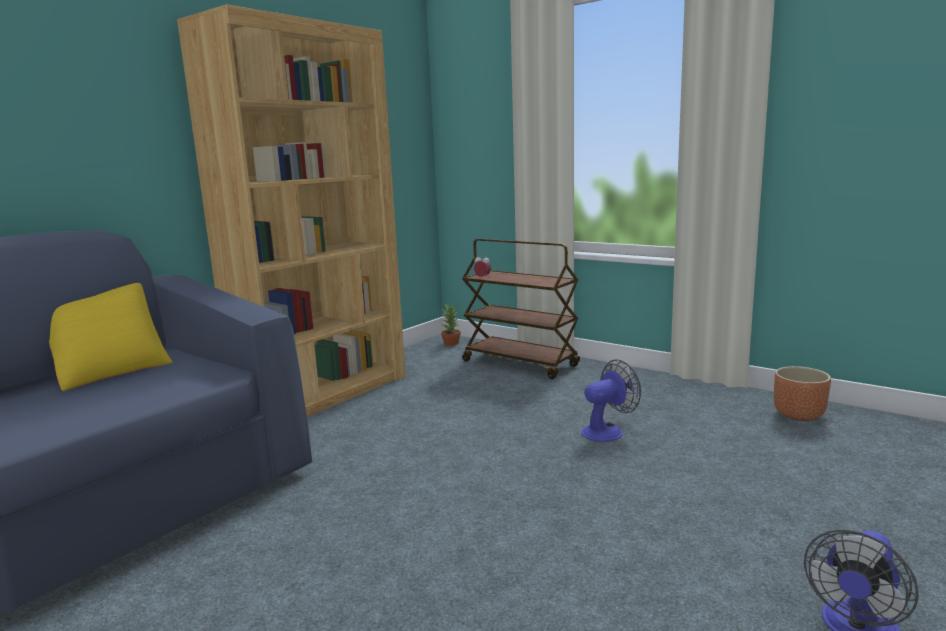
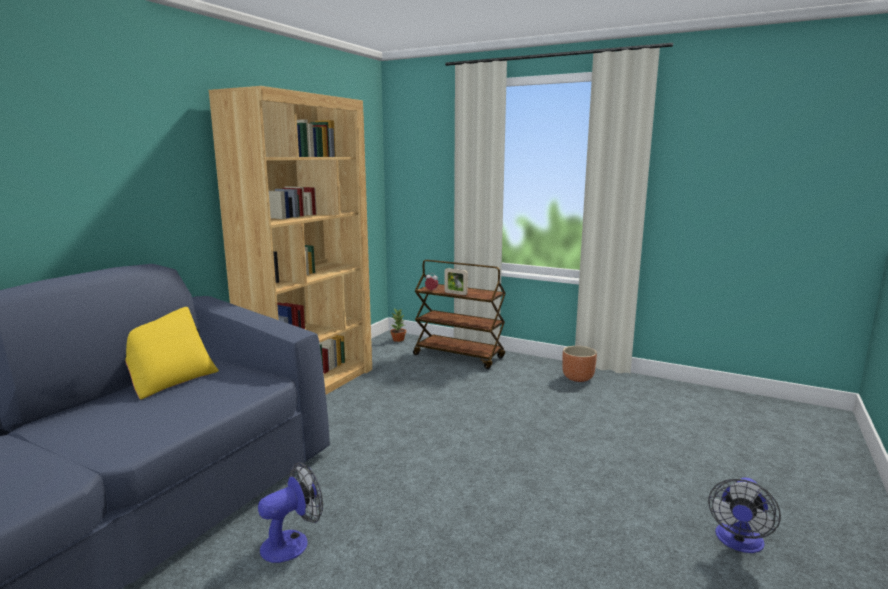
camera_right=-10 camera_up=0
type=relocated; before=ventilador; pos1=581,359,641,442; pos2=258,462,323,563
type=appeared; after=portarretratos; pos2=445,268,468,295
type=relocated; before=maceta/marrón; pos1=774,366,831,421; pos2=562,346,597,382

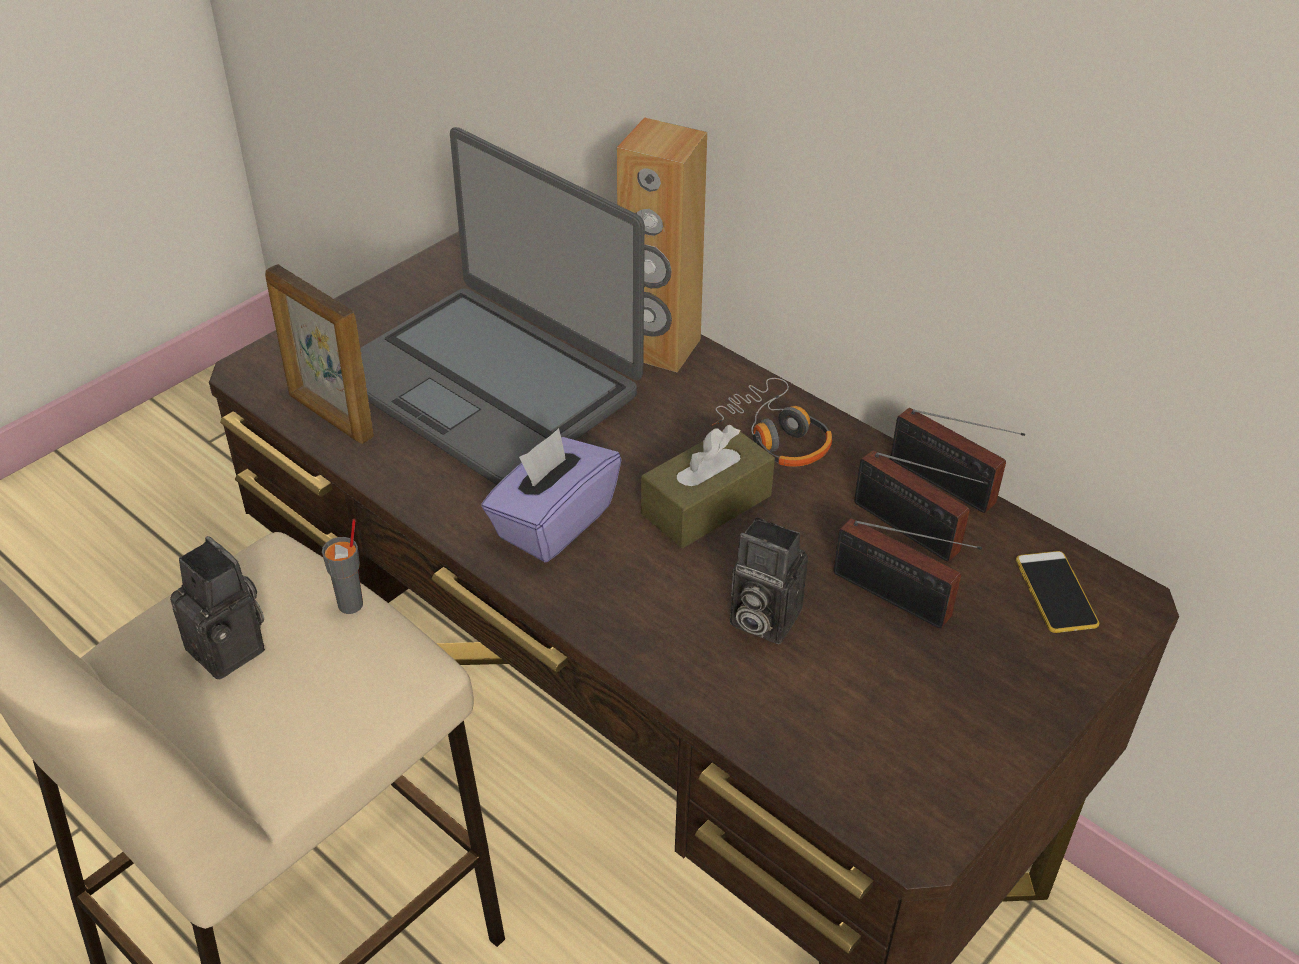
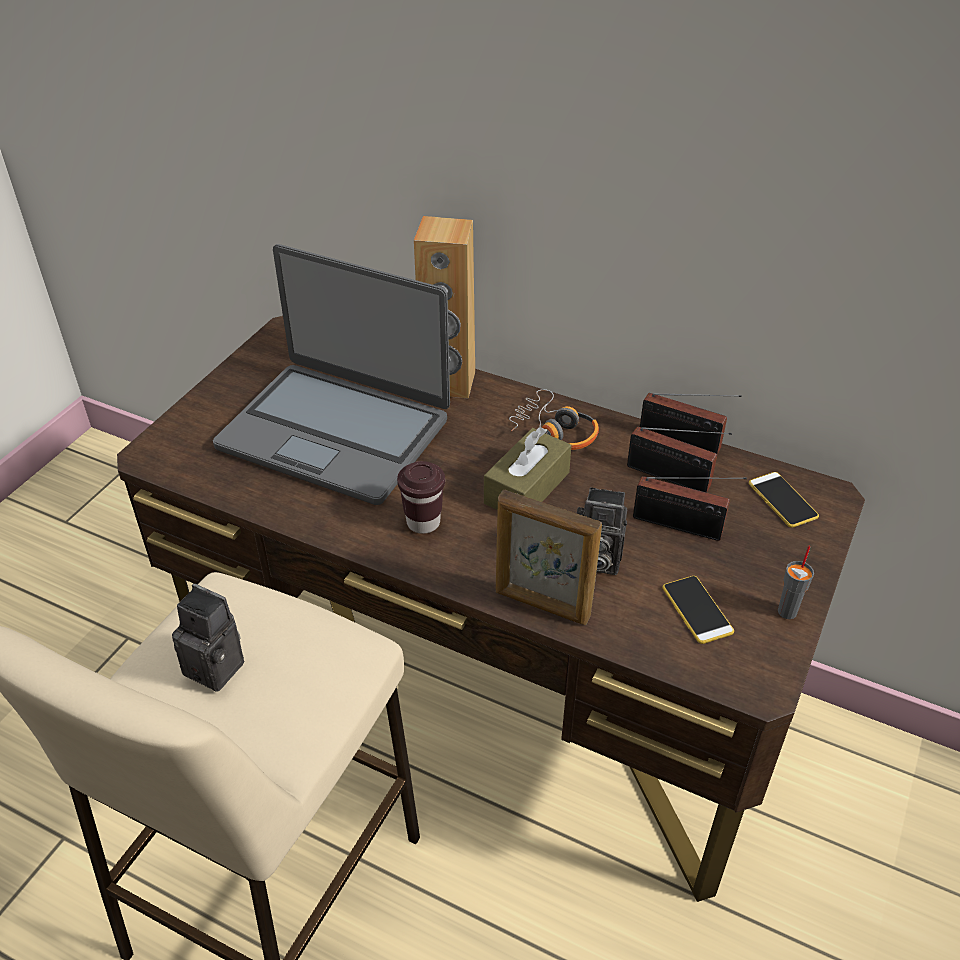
camera_right=-15 camera_up=0
type=exchanged; before=caja de pañuelos/morado; after=taza/marrón; pos1=481,428,621,562; pos2=397,461,445,534
type=relocated; before=portarretratos; pos1=265,264,374,444; pos2=496,489,602,625
type=appeared; after=móvil; pos2=663,576,734,644
type=relocated; before=taza/gris; pos1=322,519,363,614; pos2=778,545,814,619

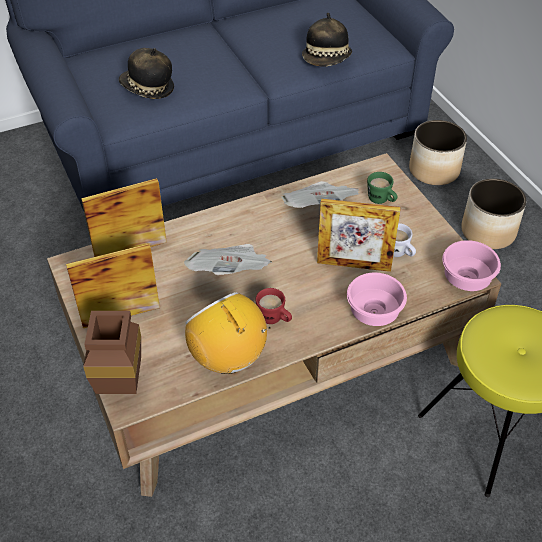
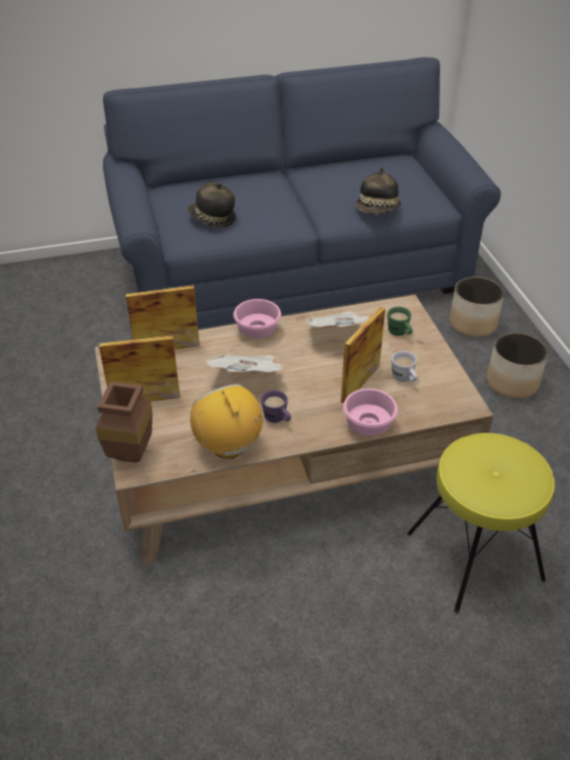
camera_right=10 camera_up=-5
type=relocated; before=cuenco/rosa; pos1=442,240,501,291; pos2=233,299,281,338
type=colour; before=taza grande/rojo; after=taza grande/morado; pos1=256,288,292,324; pos2=261,390,291,423
type=spun; before=portarretratos; pos1=317,199,401,272; pos2=341,307,385,404; turn=105

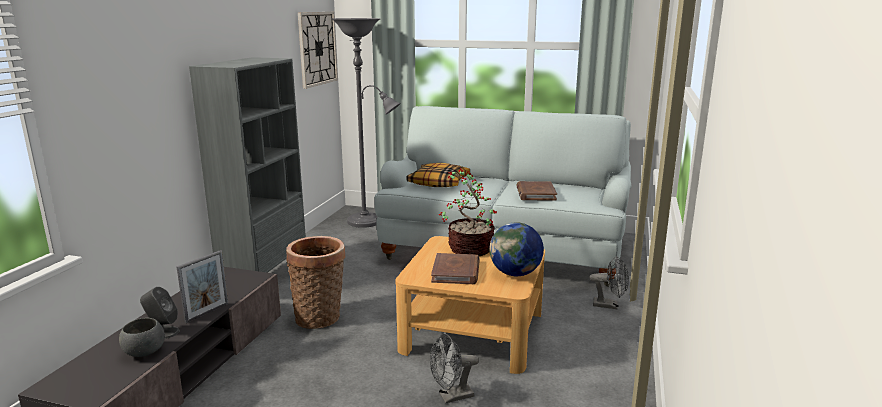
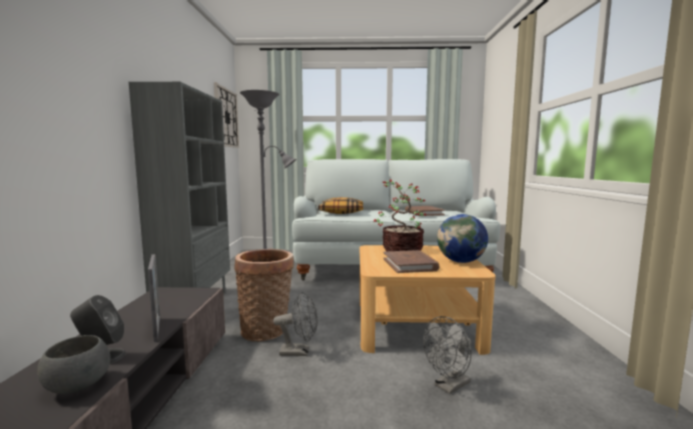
camera_right=-15 camera_up=-10
type=spun; before=portarretratos; pos1=177,250,228,323; pos2=148,254,160,342; turn=-45
type=relocated; before=ventilador/gris; pos1=590,256,629,309; pos2=273,292,318,356

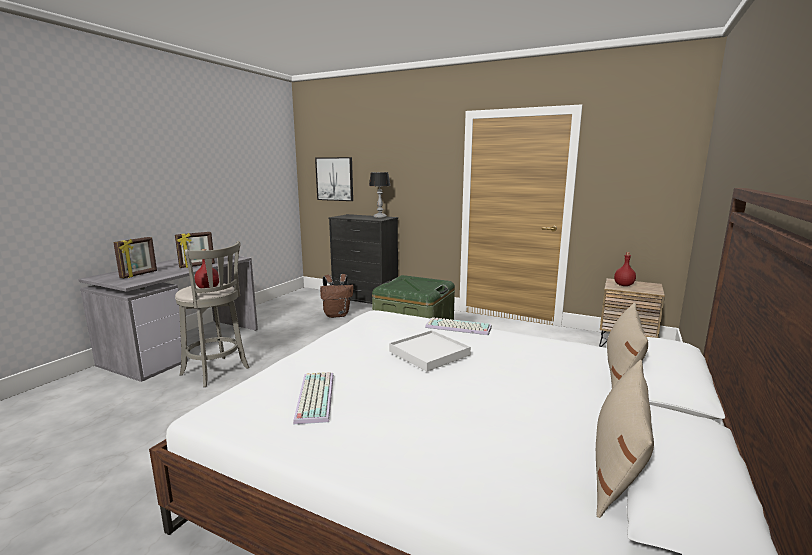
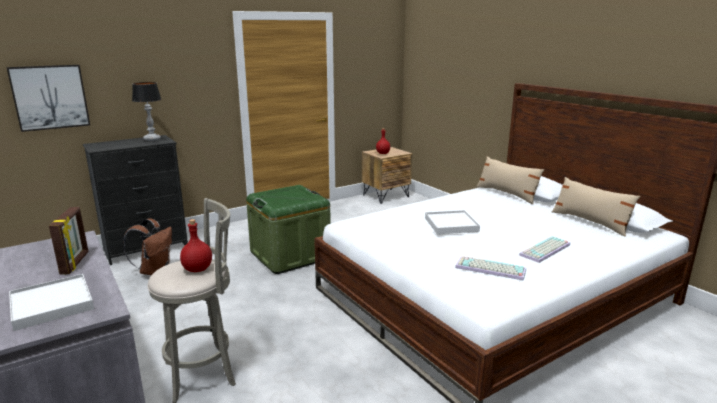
camera_right=-60 camera_up=5
type=exchanged; before=portarretratos; after=bandeja/blanco; pos1=113,237,157,278; pos2=9,274,94,331
type=relocated; before=teclado; pos1=425,317,492,335; pos2=519,236,570,263

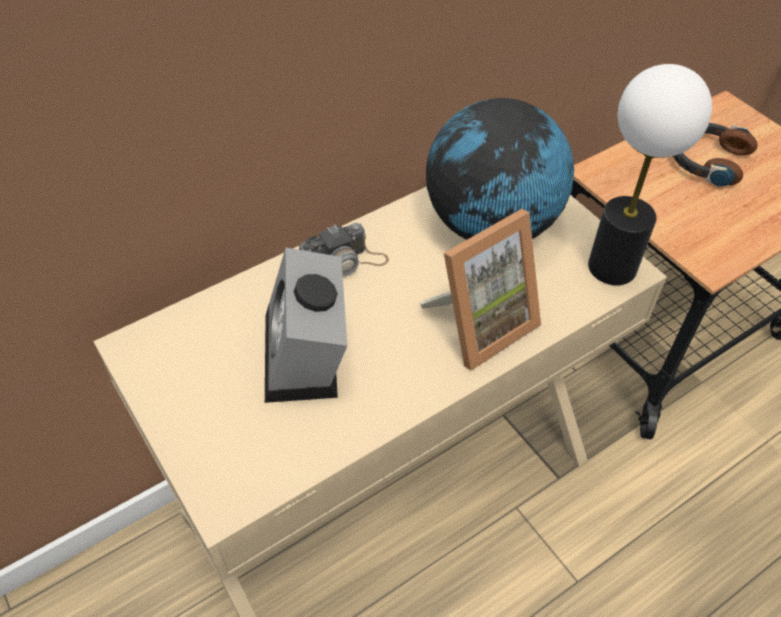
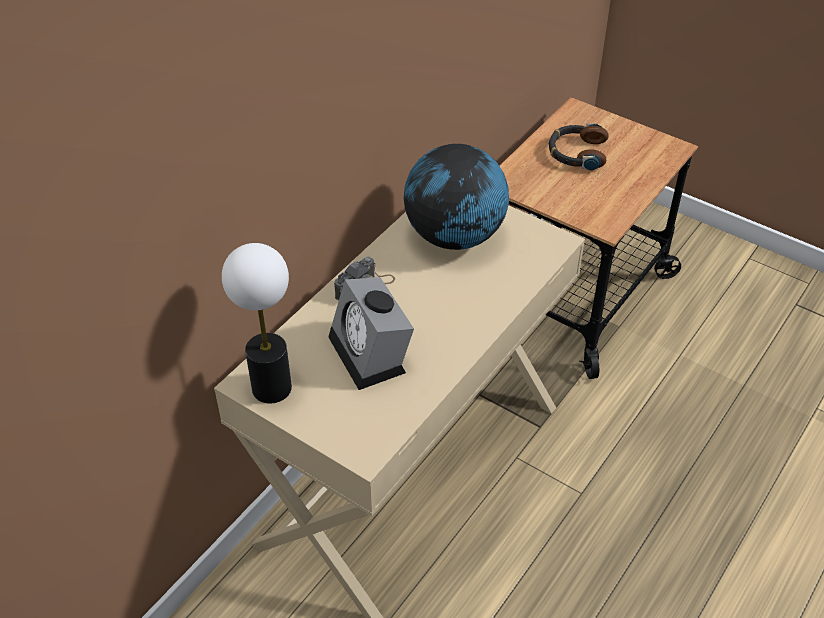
camera_right=-20 camera_up=-5
type=relocated; before=lámpara de mesa; pos1=588,64,712,285; pos2=222,243,292,403
type=missing; before=portarretratos; pos1=420,209,541,370

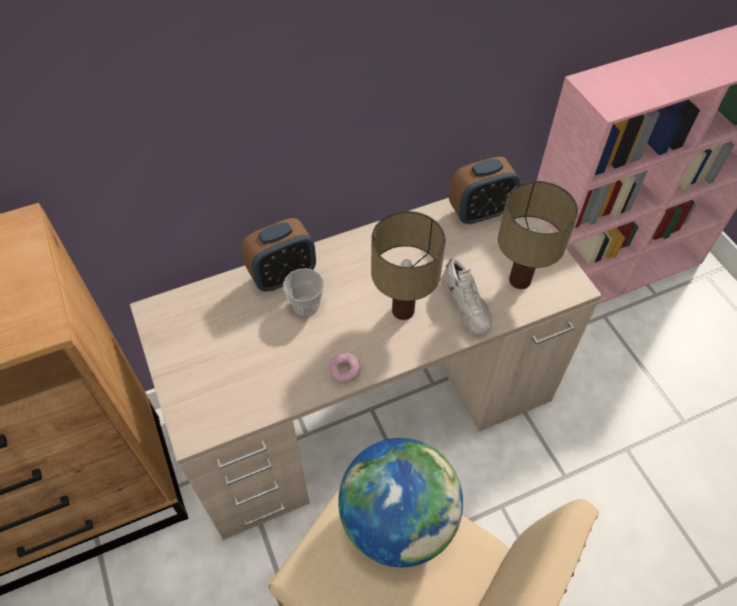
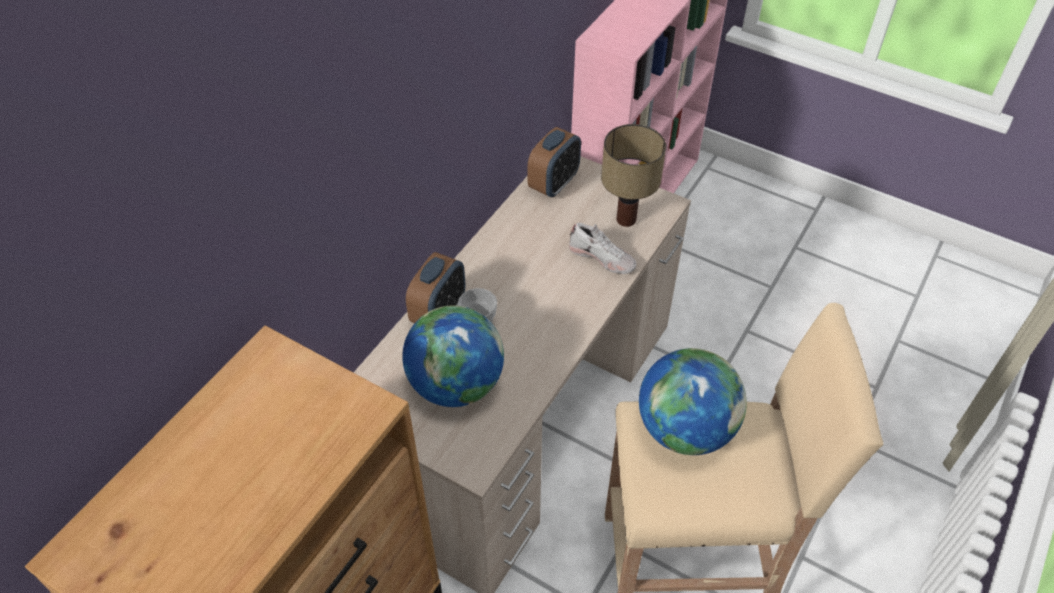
camera_right=-35 camera_up=-5
type=appeared; after=globo terráqueo; pos2=402,305,504,407
type=missing; before=rosquilla; pos1=329,352,361,383
type=missing; before=lámpara de mesa; pos1=371,211,446,320

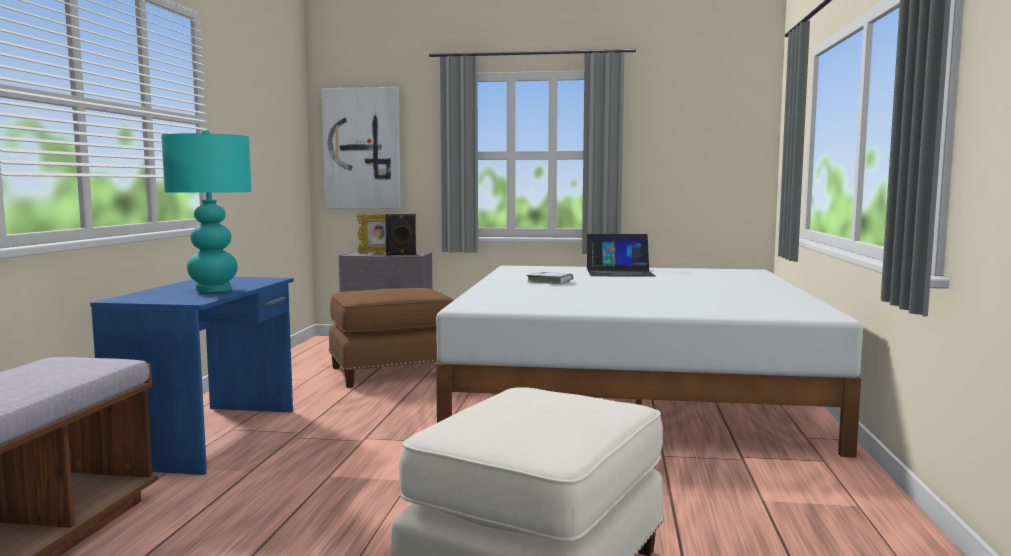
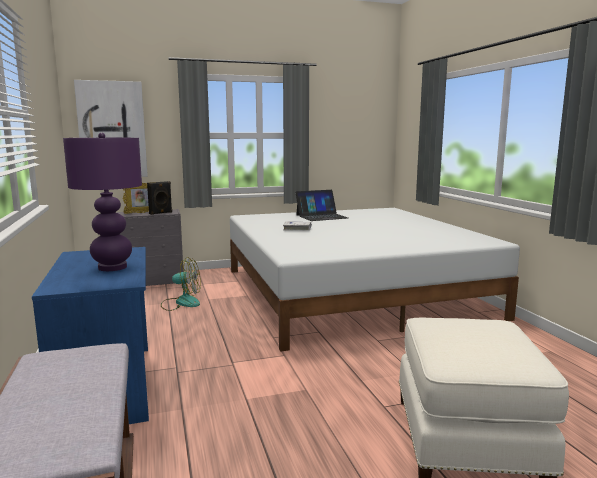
camera_right=-25 camera_up=5
type=colour; before=lámpara de mesa/turquesa; after=lámpara de mesa/morado; pos1=161,130,251,292; pos2=63,132,142,271
type=exchanged; before=puf/marrón; after=ventilador; pos1=329,288,453,388; pos2=161,257,201,311

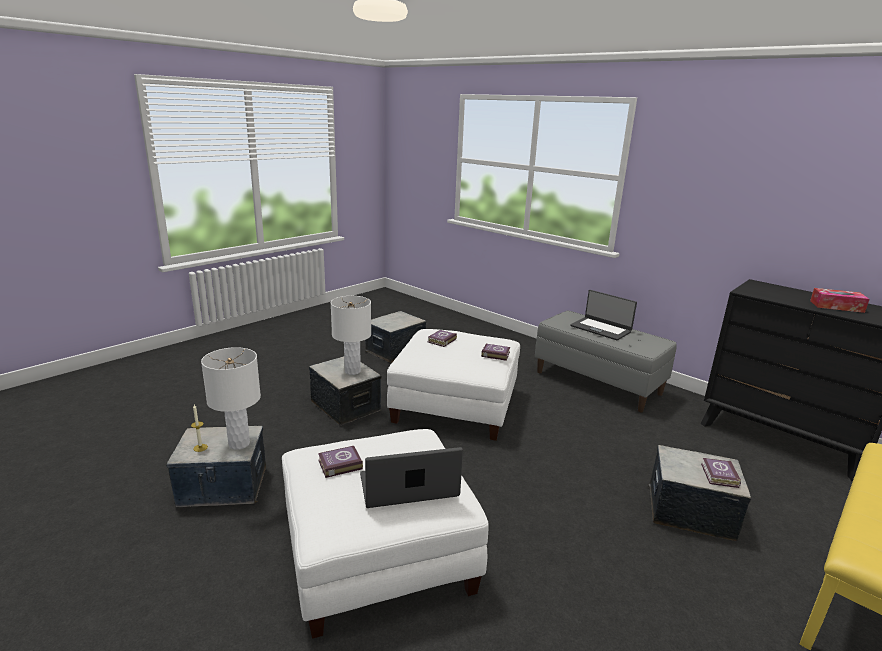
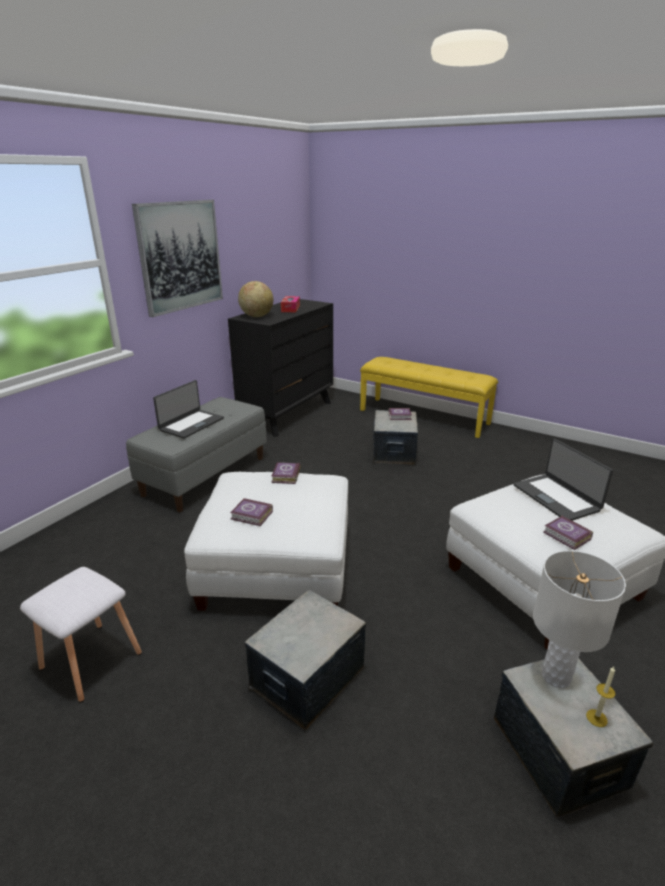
camera_right=-100 camera_up=5
type=exchanged; before=caja de almacenaje; after=taburete/blanco; pos1=365,311,426,363; pos2=20,567,142,703
type=appeared; after=cuadro; pos2=132,200,223,317
type=appeared; after=globo terráqueo; pos2=238,281,273,317
type=missing; before=lámpara de mesa/blanco; pos1=331,296,371,375

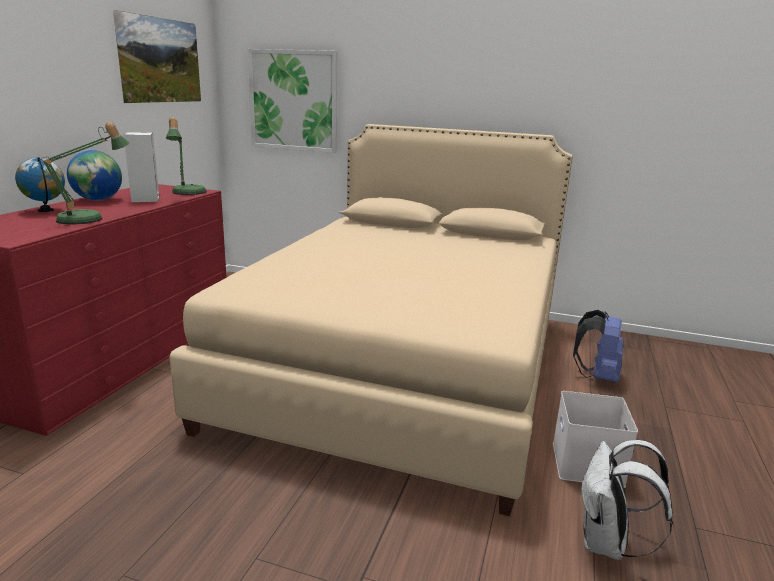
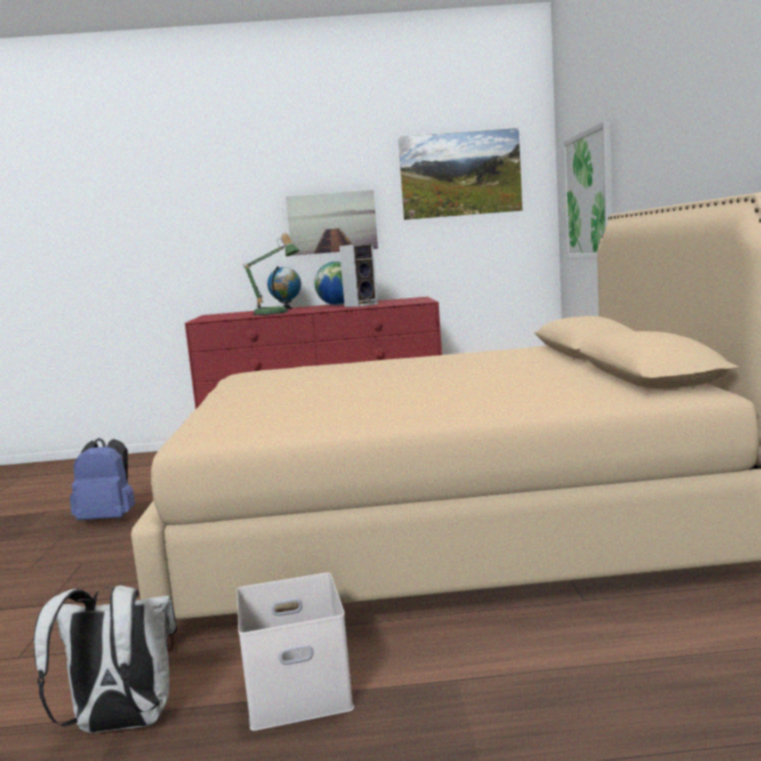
camera_right=70 camera_up=-10
type=relocated; before=mochila/azul; pos1=573,310,623,383; pos2=70,438,135,521
type=appeared; after=cuadro; pos2=286,190,378,256
type=missing; before=lámpara de mesa; pos1=166,117,207,195

